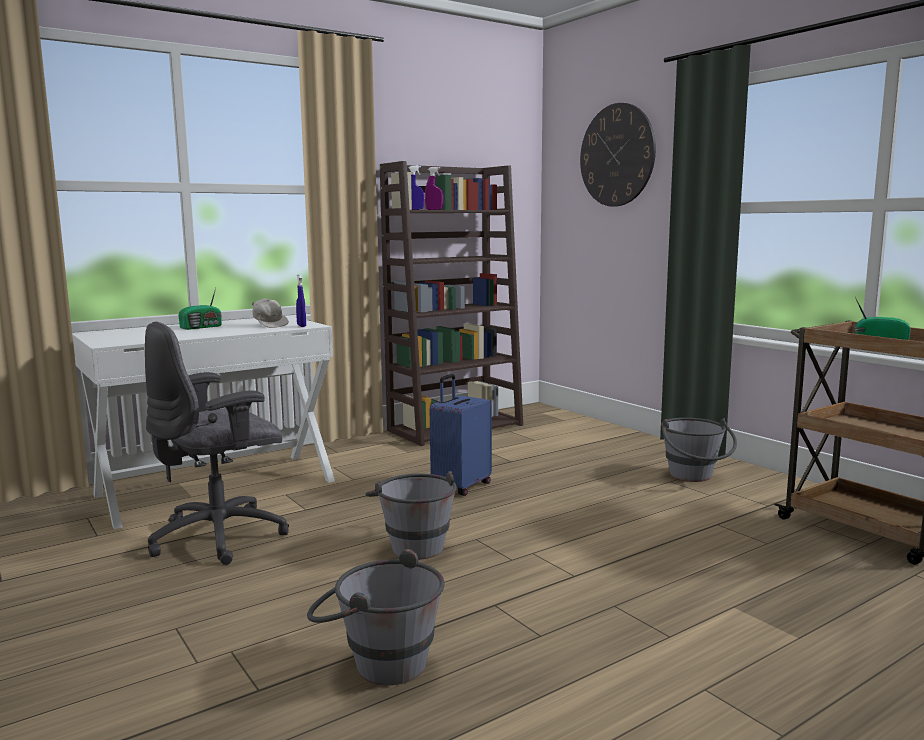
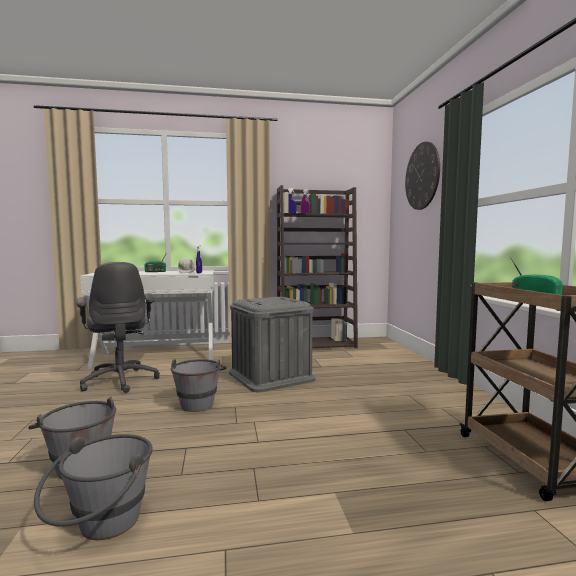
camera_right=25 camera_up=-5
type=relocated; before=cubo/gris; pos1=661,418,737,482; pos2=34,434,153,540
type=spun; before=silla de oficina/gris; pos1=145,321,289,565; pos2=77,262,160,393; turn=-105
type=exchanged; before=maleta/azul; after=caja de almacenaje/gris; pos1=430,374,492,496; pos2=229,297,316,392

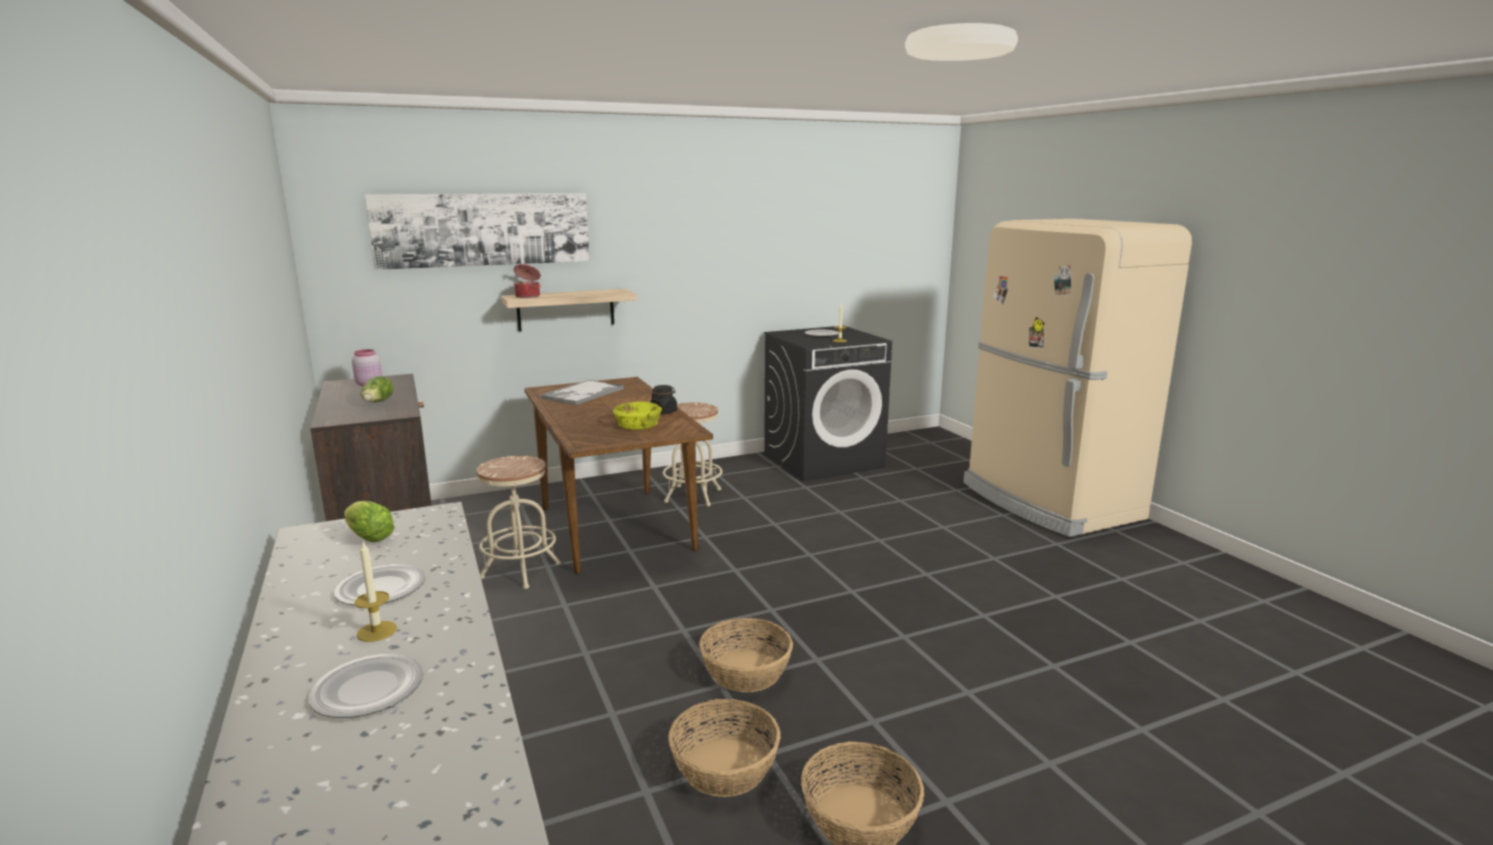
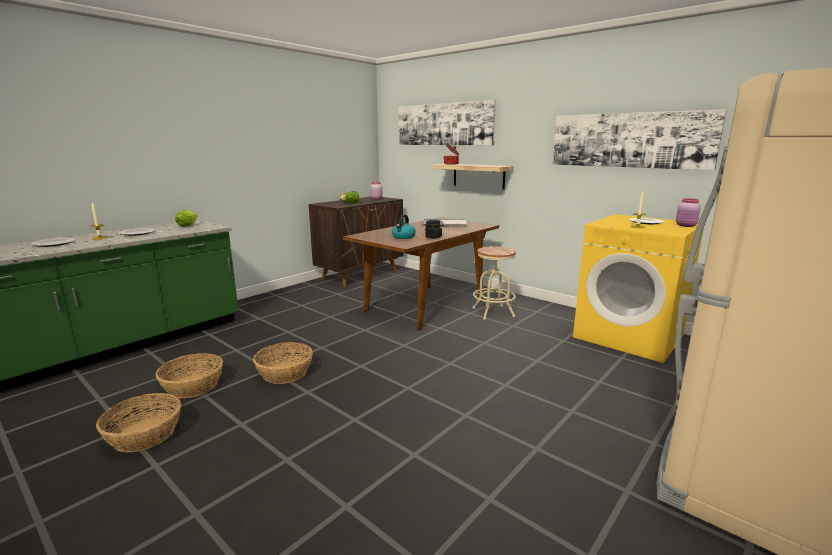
camera_right=65 camera_up=0
type=exchanged; before=cuenco/amarillo; after=hervidor; pos1=613,401,662,430; pos2=392,214,416,239
type=appeared; after=cuadro; pos2=552,109,727,170
type=colour; before=lavadora/negro; after=lavadora/amarillo; pos1=764,326,892,481; pos2=573,214,704,363
type=appeared; after=tarro/rosa; pos2=676,199,701,227
type=missing; before=taburete/beis; pos1=476,456,561,589

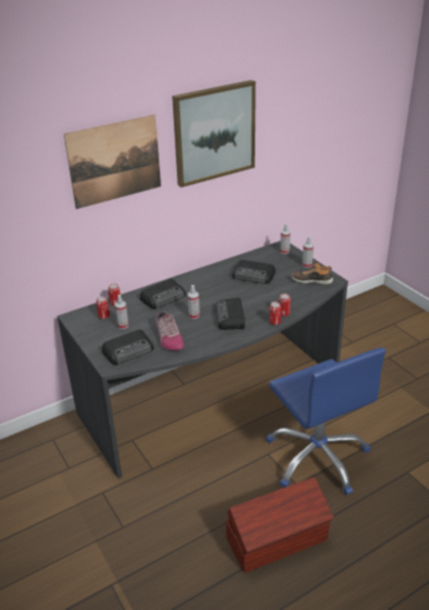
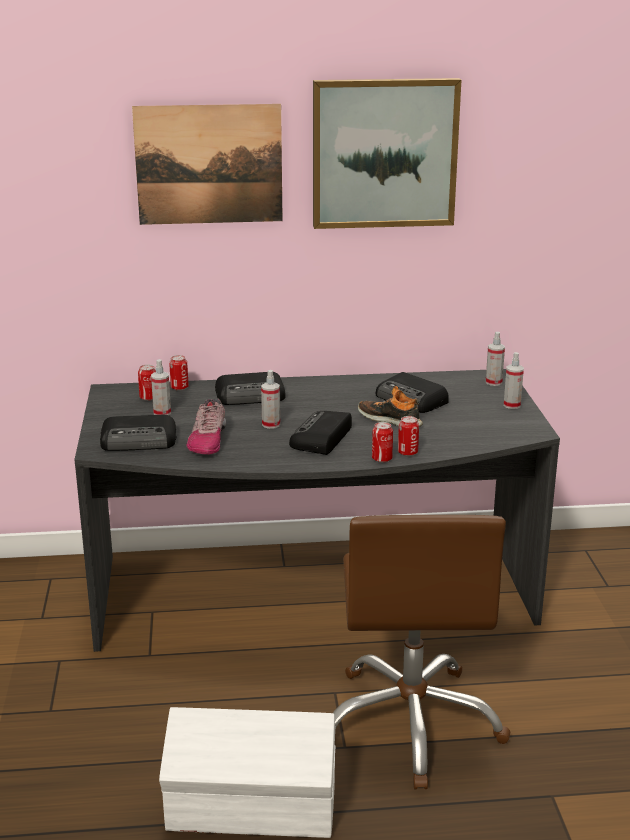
camera_right=25 camera_up=-10
type=colour; before=caja de almacenaje/marrón; after=caja de almacenaje/blanco; pos1=226,477,334,573; pos2=159,707,336,838
type=colour; before=silla de oficina/azul; after=silla de oficina/marrón; pos1=266,348,386,495; pos2=333,515,510,789
type=relocated; before=zapato; pos1=291,262,333,284; pos2=358,386,423,427

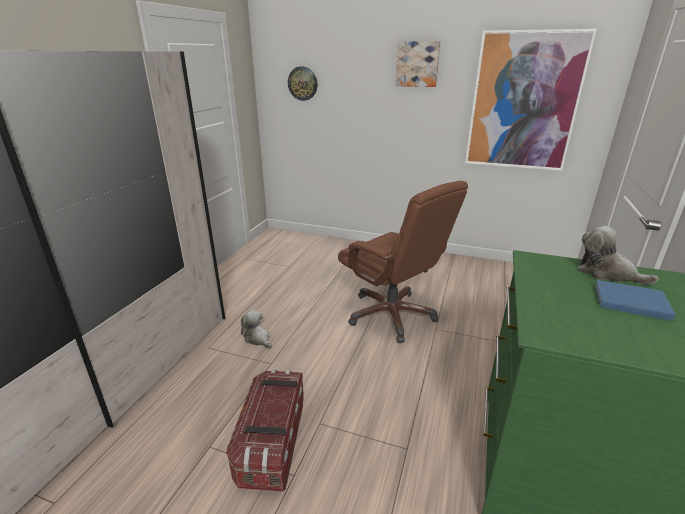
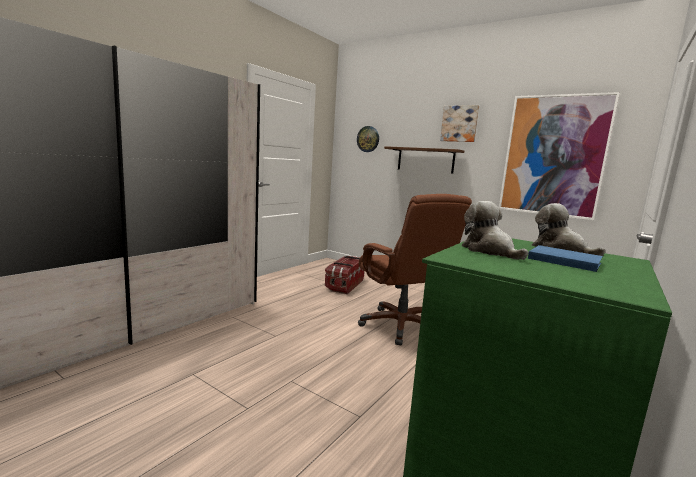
camera_right=15 camera_up=-15
type=relocated; before=caja de almacenaje; pos1=226,370,304,491; pos2=325,256,365,294
type=appeared; after=estante/marrón; pos2=384,146,464,174
type=relocated; before=peluche; pos1=241,310,272,349; pos2=462,201,529,260

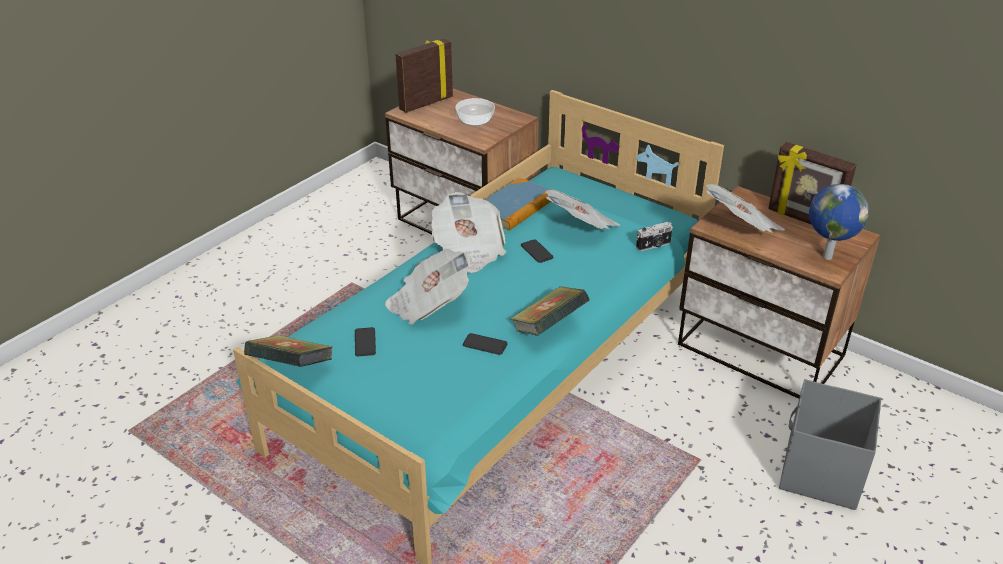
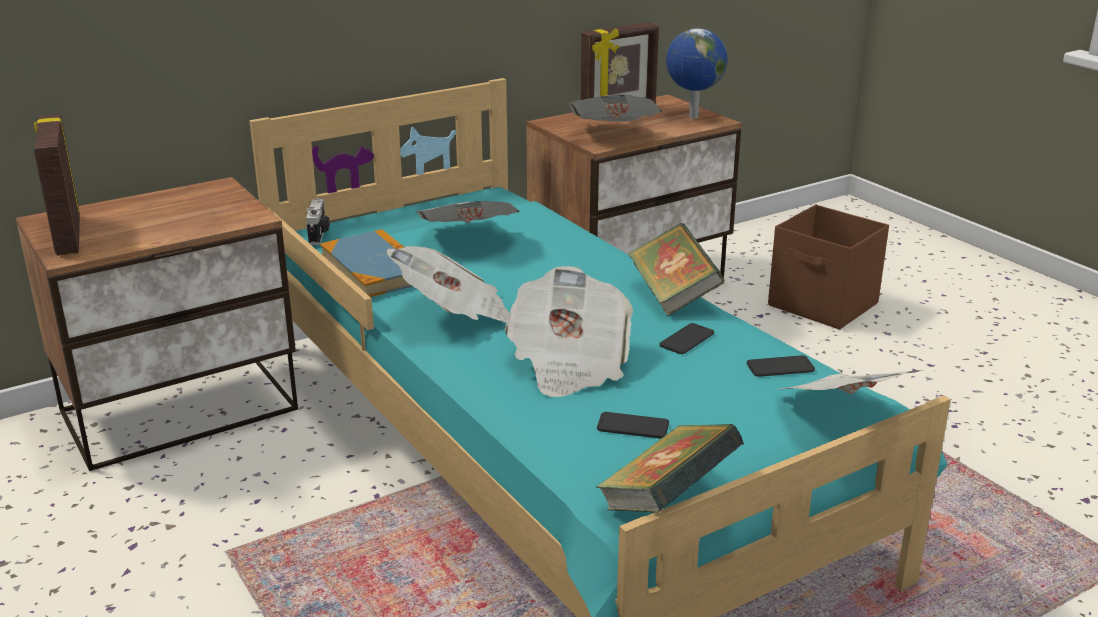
camera_right=-70 camera_up=-10
type=relocated; before=cámara; pos1=636,222,673,251; pos2=306,198,330,245
type=relocated; before=móvil; pos1=521,240,553,263; pos2=747,355,815,377
type=colour; before=caja de almacenaje/gris; after=caja de almacenaje/marrón; pos1=779,379,882,510; pos2=768,205,889,329
type=appeared; after=periódico; pos2=777,370,923,394
type=missing; before=cuenco; pos1=455,98,495,126

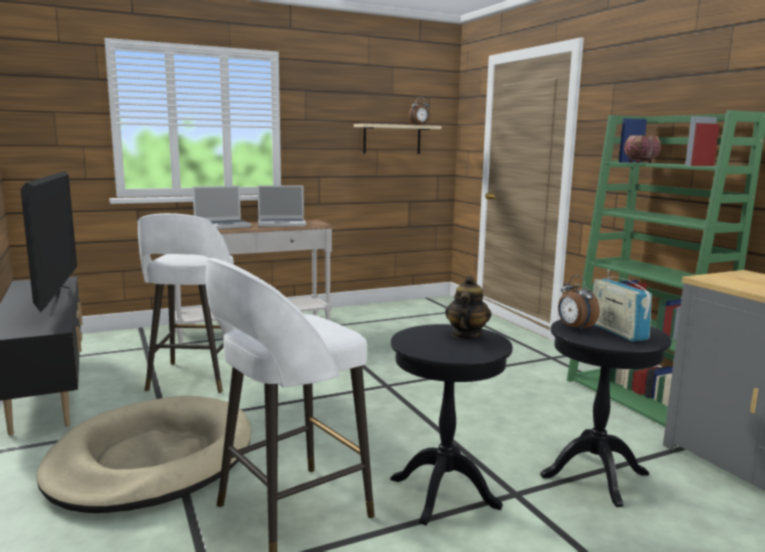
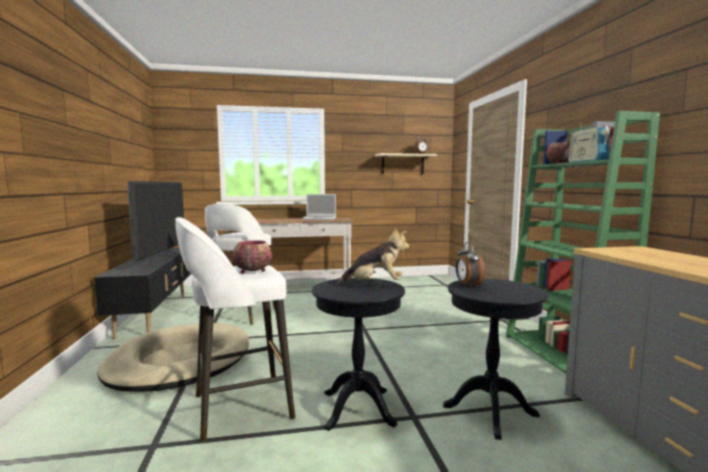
camera_right=15 camera_up=-5
type=appeared; after=cuenco; pos2=233,240,272,274
type=exchanged; before=tetera; after=peluche; pos1=445,275,492,339; pos2=335,228,409,286
type=relocated; before=radio; pos1=592,270,652,342; pos2=568,124,610,162
type=missing; before=portátil; pos1=192,186,252,229

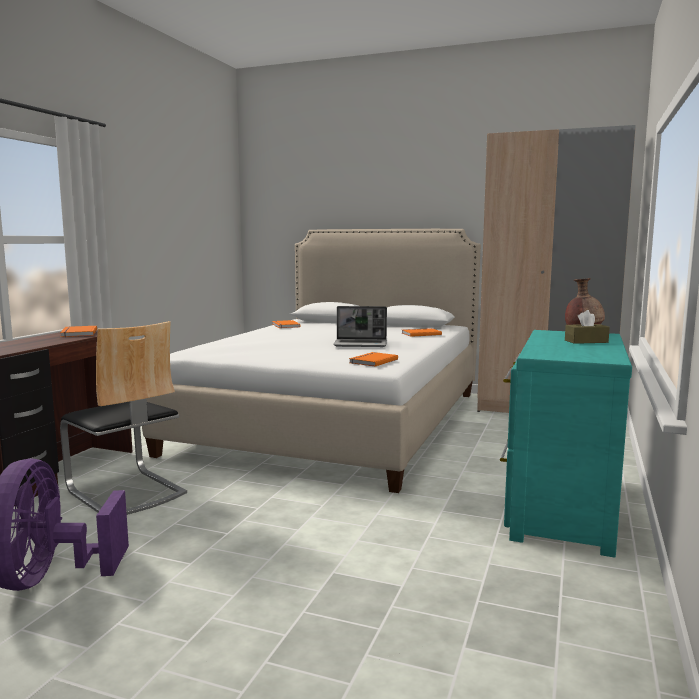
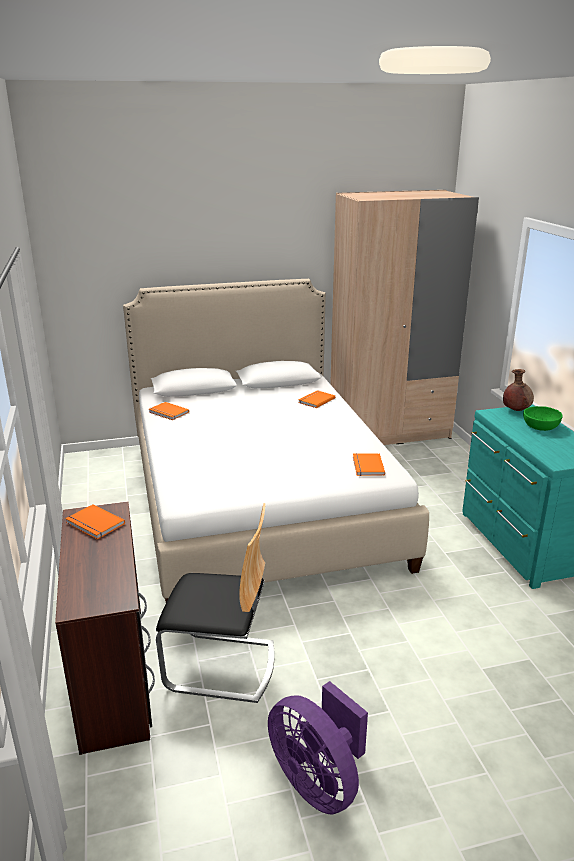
camera_right=-35 camera_up=15
type=exchanged; before=caja de pañuelos/marrón; after=cuenco/verde; pos1=565,310,610,344; pos2=523,406,563,431
type=missing; before=portátil; pos1=333,306,387,347

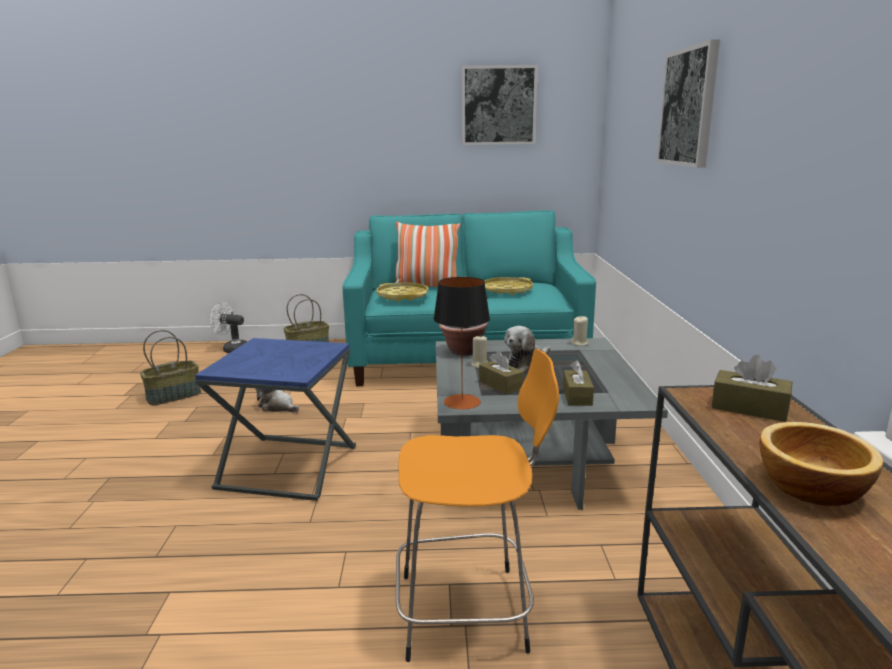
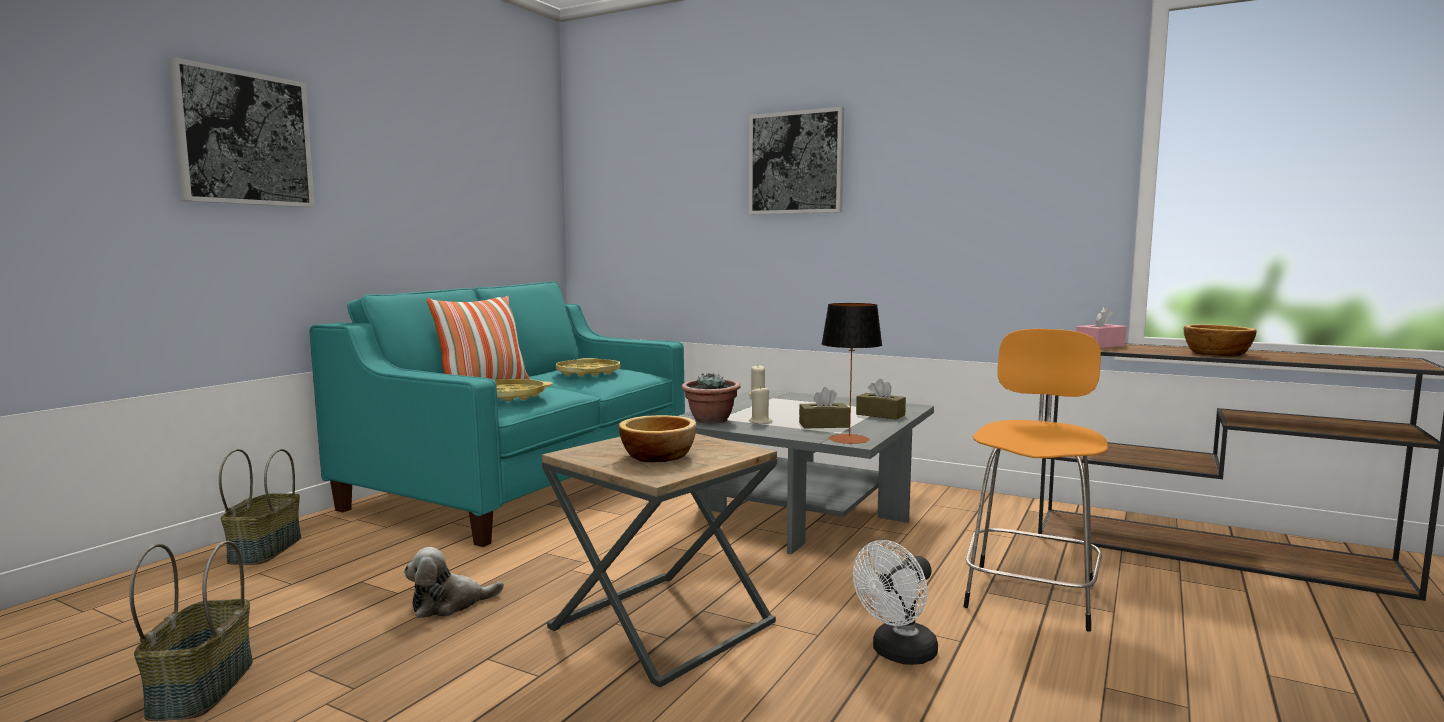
camera_right=-60 camera_up=-10
type=relocated; before=cuadro; pos1=462,65,538,145; pos2=167,57,315,207
type=colour; before=mesa auxiliar/azul; after=mesa auxiliar/marrón; pos1=195,338,356,501; pos2=542,434,777,687
type=appeared; after=cuenco; pos2=619,415,696,462
type=relocated; before=ventilador/blanco; pos1=210,302,248,353; pos2=853,540,938,665
type=colour; before=caja de pañuelos/marrón; after=caja de pañuelos/rosa; pos1=711,355,792,422; pos2=1076,307,1127,348
type=missing; before=peluche; pos1=504,326,550,373

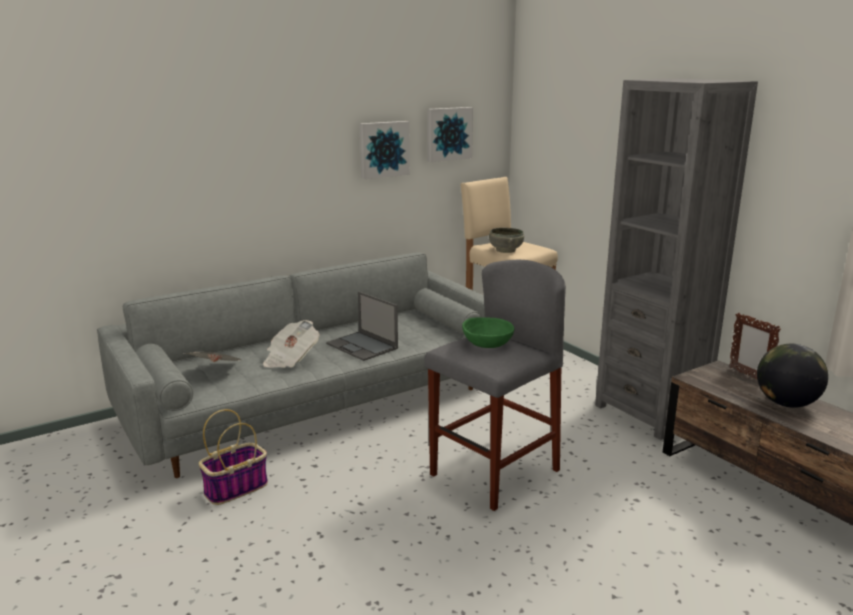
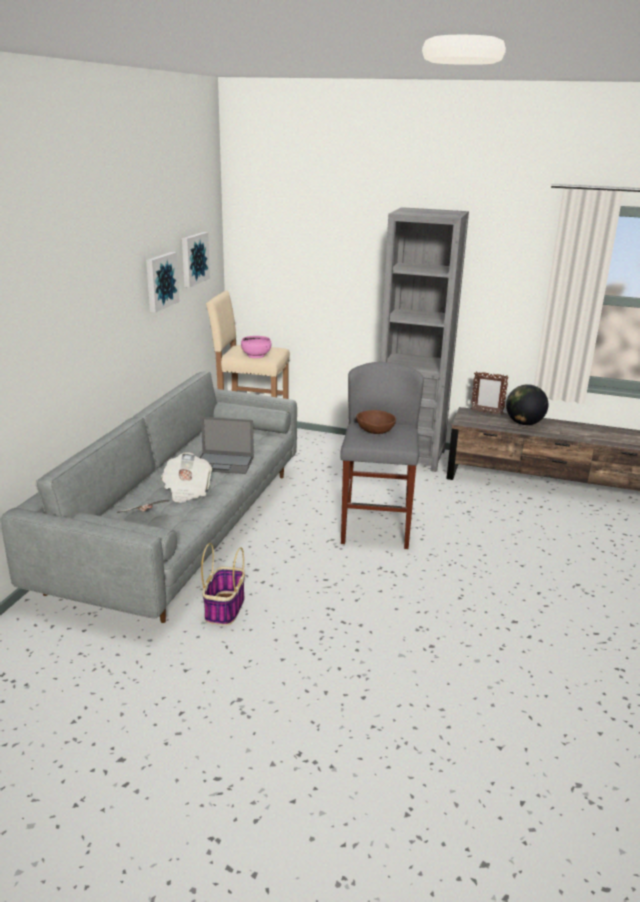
camera_right=-40 camera_up=5
type=colour; before=cuenco/gris; after=cuenco/rosa; pos1=489,228,524,253; pos2=241,336,271,358
type=colour; before=cuenco/verde; after=cuenco/marrón; pos1=462,317,514,348; pos2=356,410,396,434

